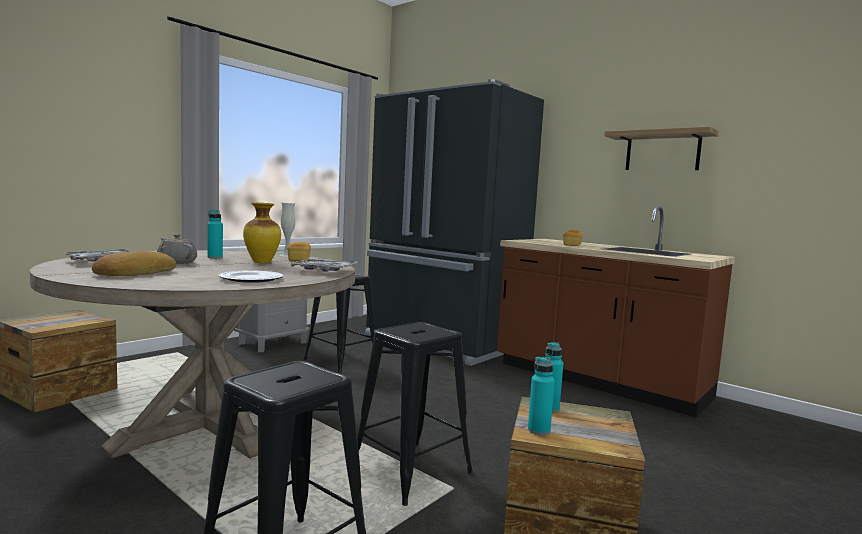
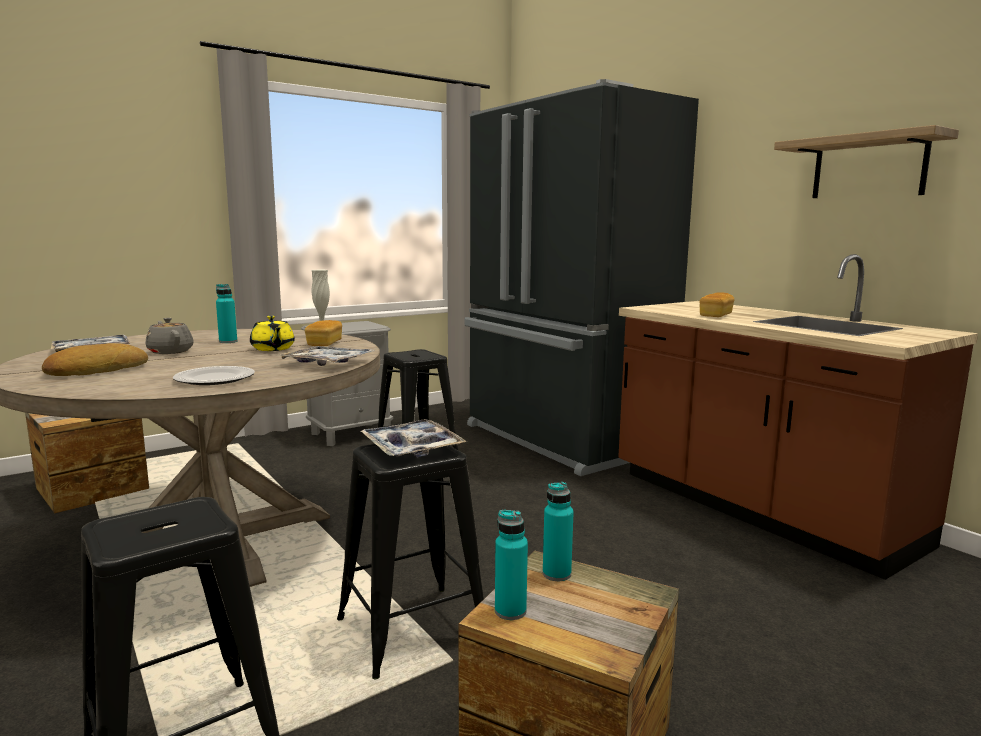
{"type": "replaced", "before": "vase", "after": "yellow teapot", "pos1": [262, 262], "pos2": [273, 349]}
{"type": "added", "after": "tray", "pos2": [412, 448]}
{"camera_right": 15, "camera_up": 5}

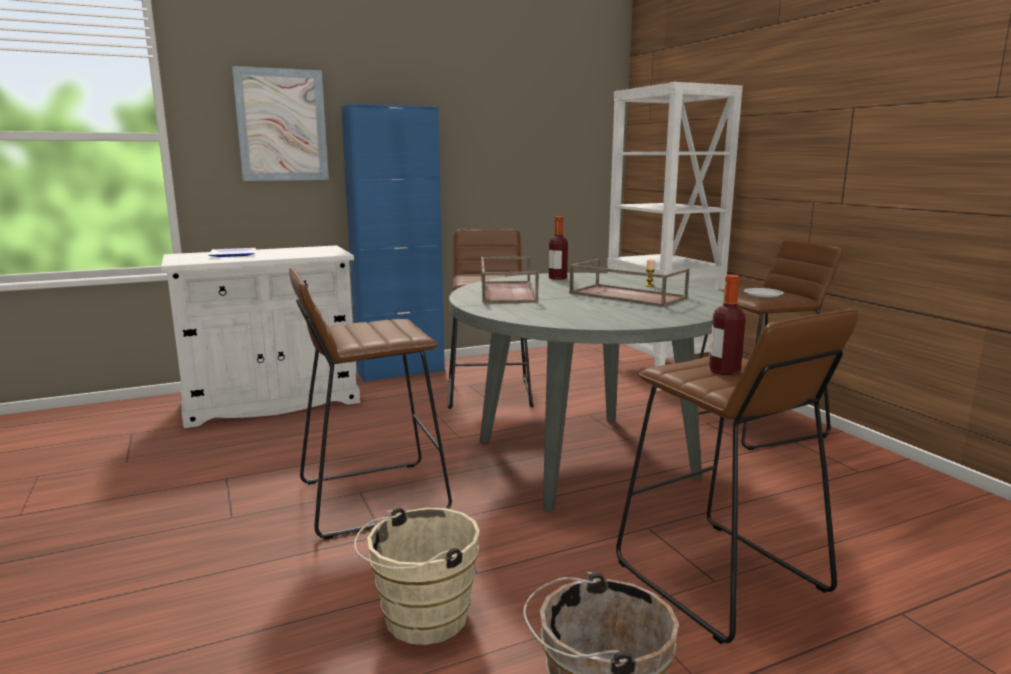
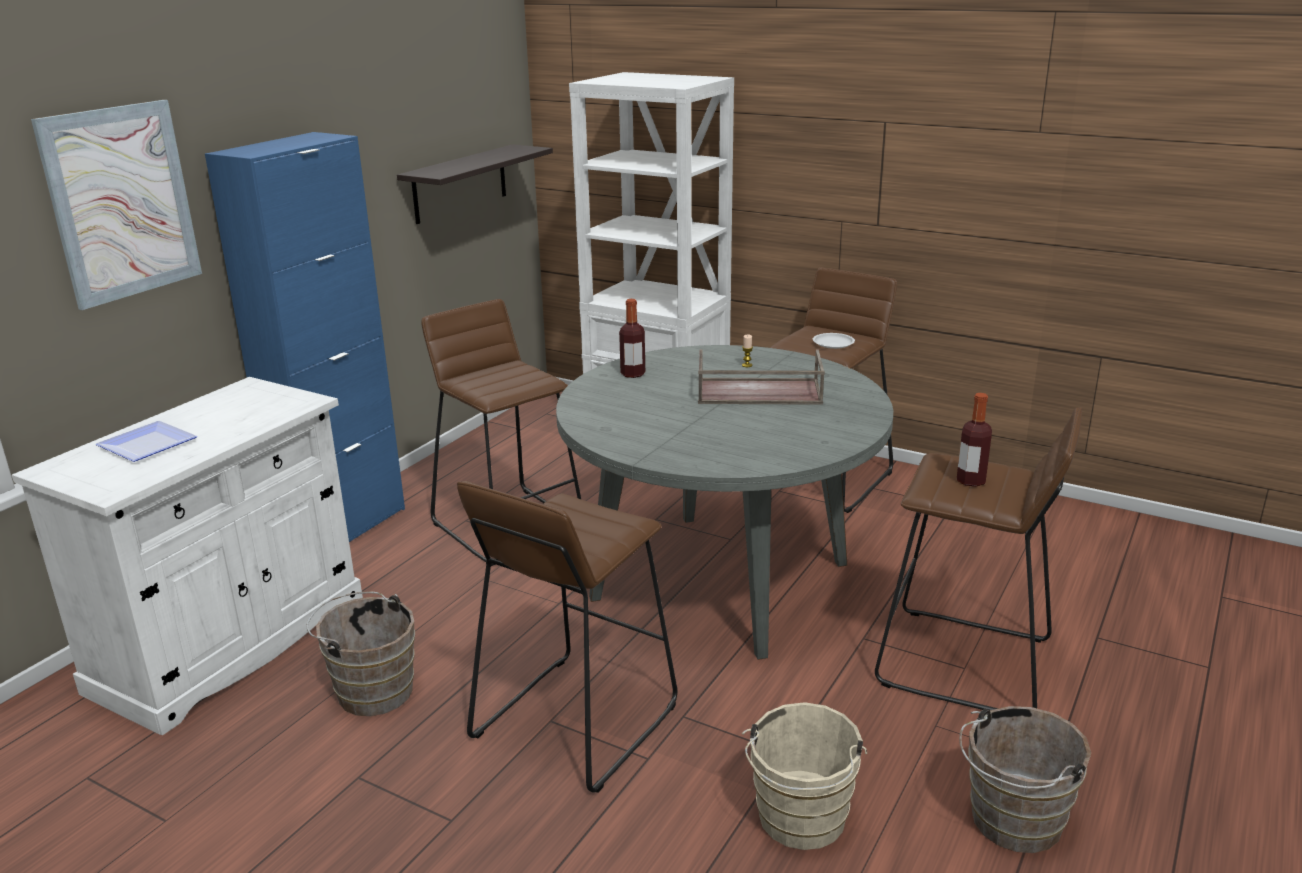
{"type": "removed", "before": "brown tray", "pos1": [506, 292]}
{"type": "added", "after": "brown bucket", "pos2": [371, 690]}
{"type": "added", "after": "shelf", "pos2": [460, 184]}
{"camera_right": -35, "camera_up": 10}

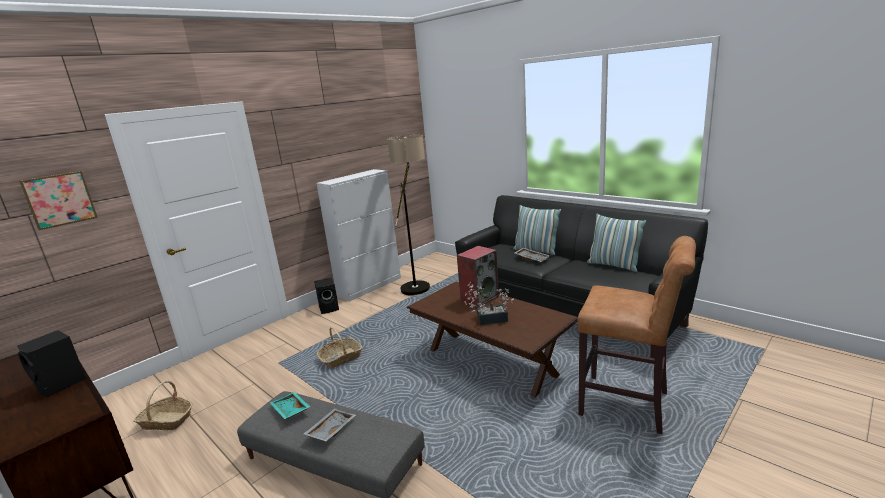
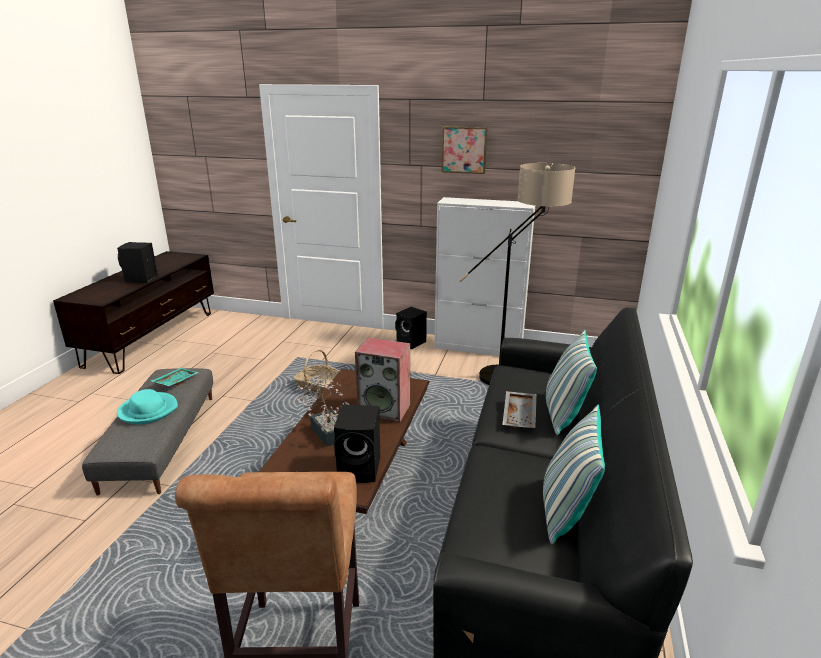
{"type": "moved", "before": "picture", "pos1": [59, 199], "pos2": [464, 149]}
{"type": "removed", "before": "basket", "pos1": [167, 421]}
{"type": "replaced", "before": "grey tray", "after": "turquoise hat", "pos1": [330, 430], "pos2": [148, 410]}
{"type": "added", "after": "black speaker", "pos2": [361, 468]}
{"camera_right": 60, "camera_up": 5}

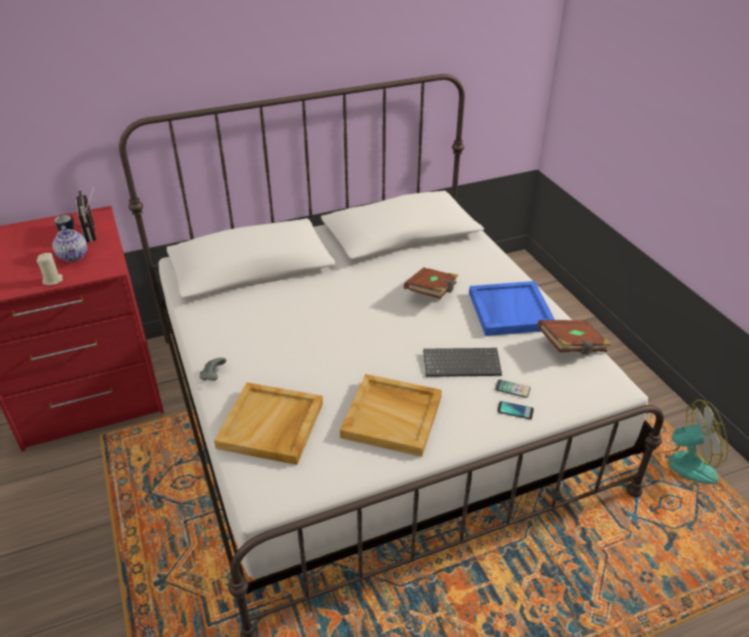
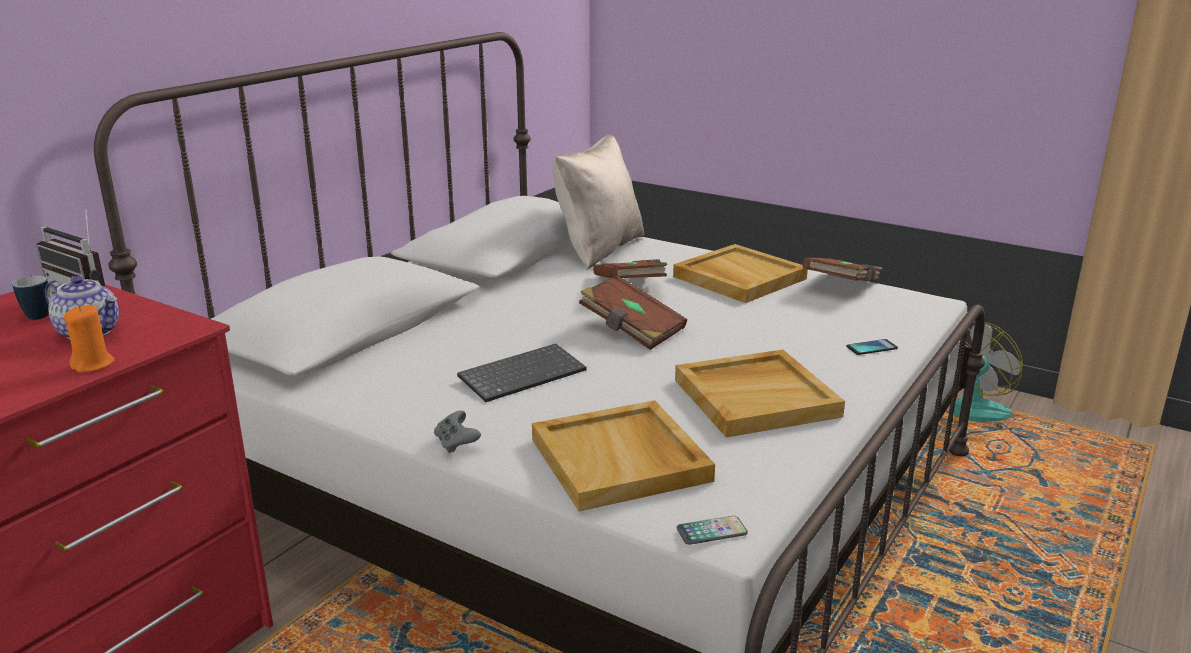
{"type": "recoloured", "before": "beige candle", "after": "orange candle", "pos1": [53, 280], "pos2": [93, 365]}
{"type": "moved", "before": "keyboard", "pos1": [462, 363], "pos2": [522, 374]}
{"type": "recoloured", "before": "blue tray", "after": "beige tray", "pos1": [509, 310], "pos2": [738, 278]}
{"type": "moved", "before": "phone", "pos1": [512, 389], "pos2": [711, 531]}
{"type": "added", "after": "beige pillow", "pos2": [598, 249]}
{"type": "added", "after": "brown book", "pos2": [631, 330]}
{"camera_right": -35, "camera_up": -15}

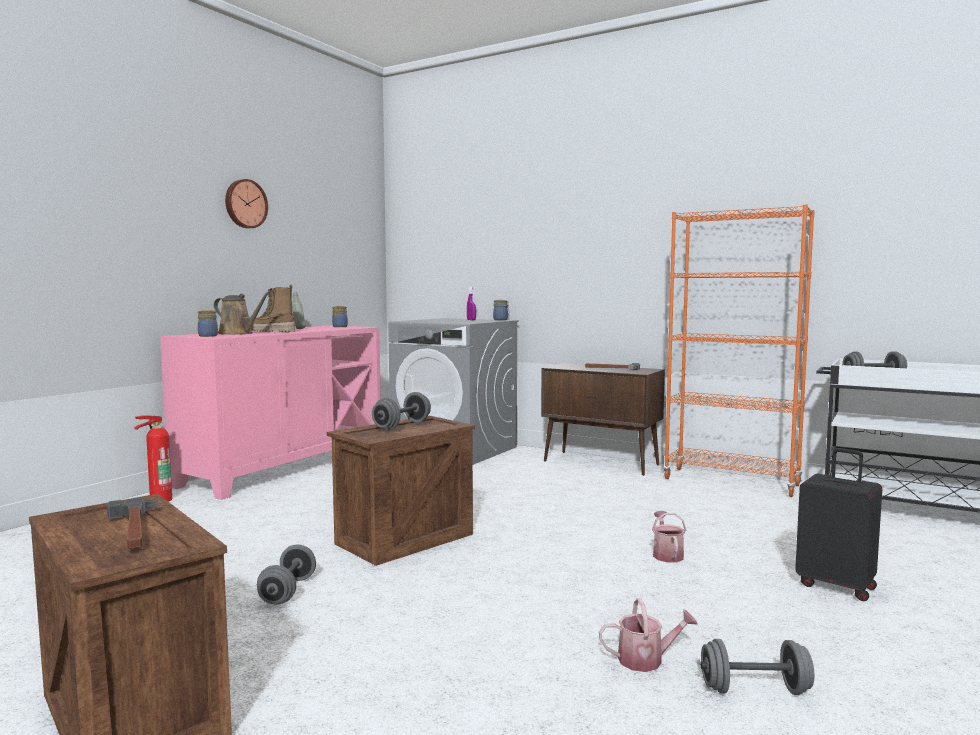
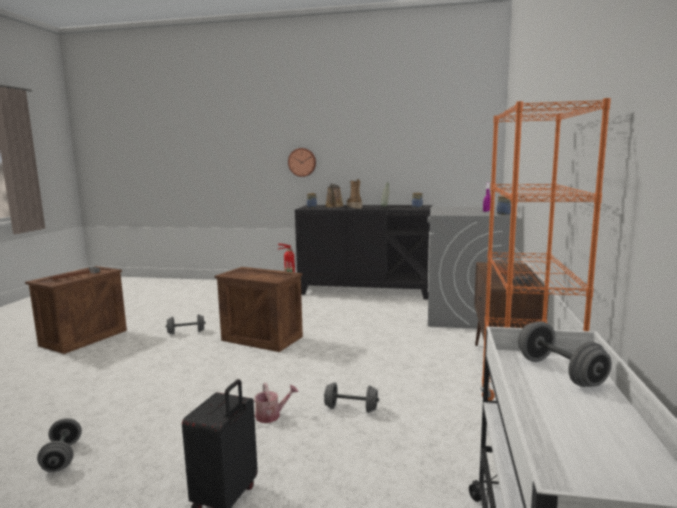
{"type": "recoloured", "before": "pink cabinet", "after": "black cabinet", "pos1": [285, 467], "pos2": [365, 290]}
{"type": "moved", "before": "wall clock", "pos1": [245, 204], "pos2": [302, 162]}
{"type": "moved", "before": "grey dumbbell", "pos1": [402, 426], "pos2": [351, 409]}
{"type": "removed", "before": "watering can", "pos1": [646, 660]}
{"camera_right": 70, "camera_up": 5}

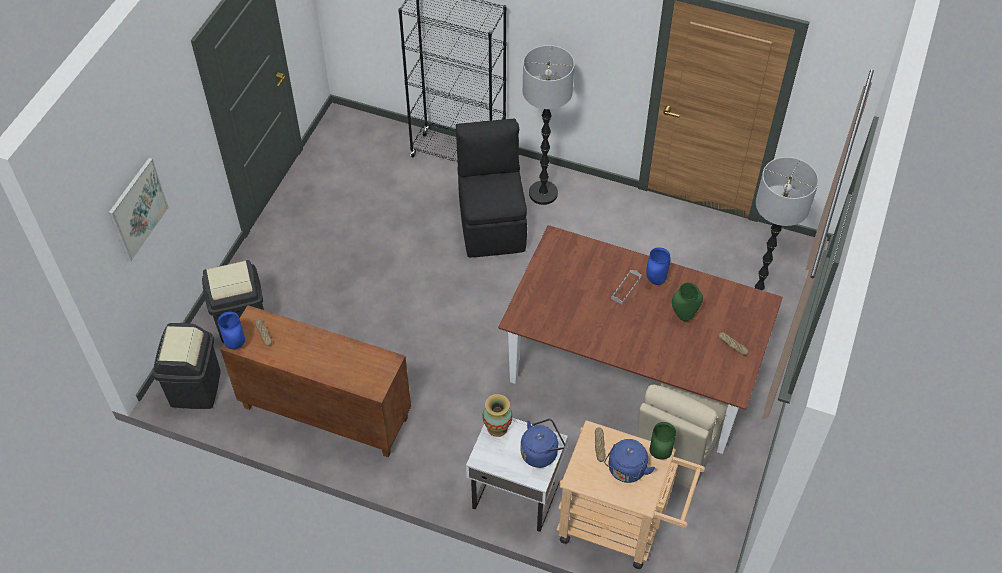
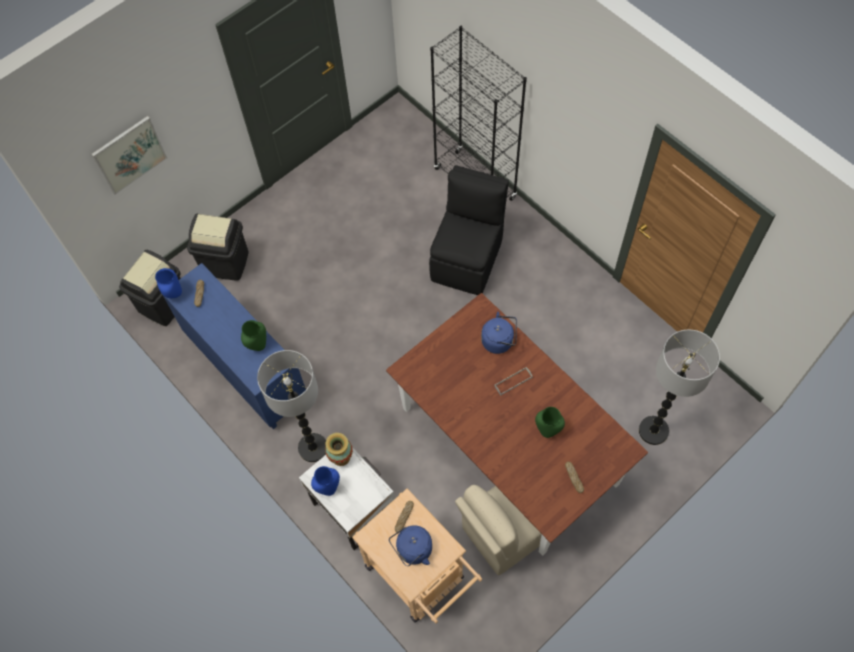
{"type": "recoloured", "before": "brown cabinet", "after": "blue cabinet", "pos1": [324, 413], "pos2": [245, 369]}
{"type": "moved", "before": "blue kettle", "pos1": [541, 452], "pos2": [499, 341]}
{"type": "moved", "before": "floor lamp", "pos1": [543, 193], "pos2": [312, 448]}
{"type": "moved", "before": "blue vase", "pos1": [656, 281], "pos2": [328, 489]}
{"type": "moved", "before": "green vase", "pos1": [659, 454], "pos2": [257, 345]}
{"camera_right": 30, "camera_up": 10}

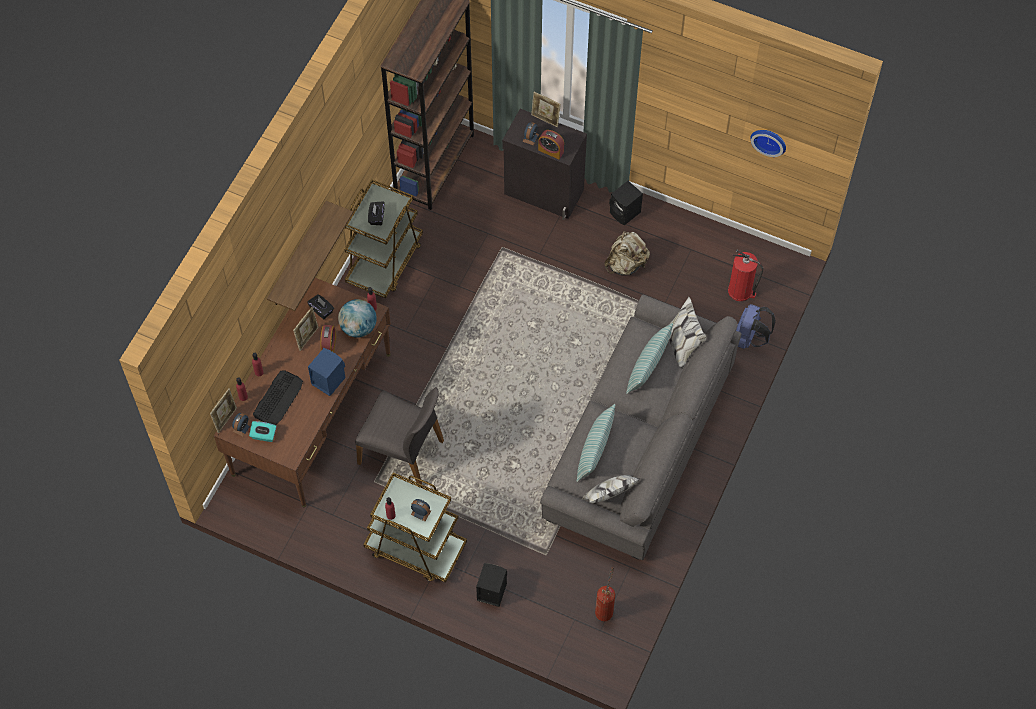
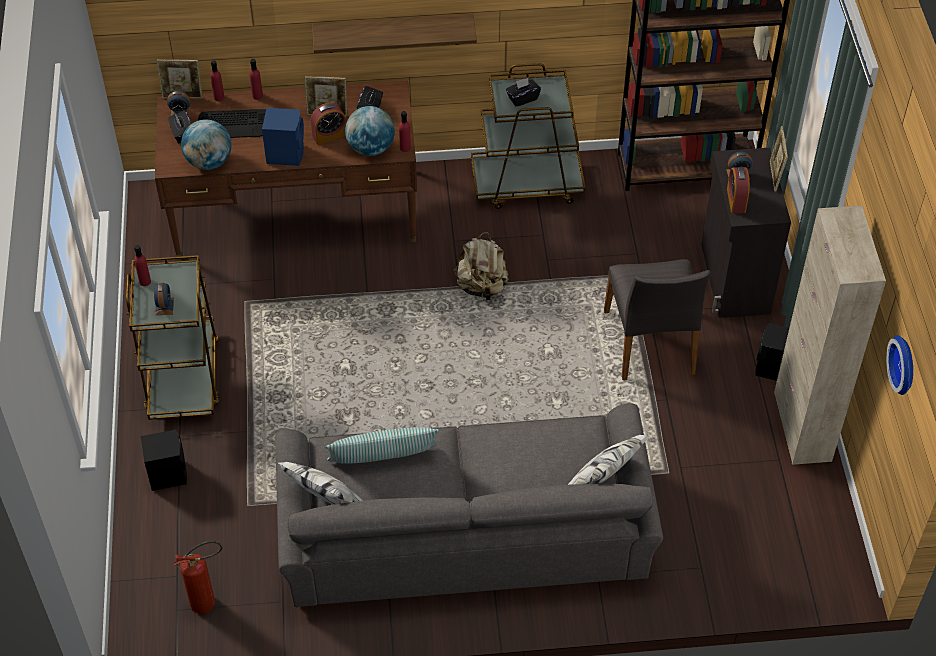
{"type": "recoloured", "before": "turquoise tissue box", "after": "black tissue box", "pos1": [263, 435], "pos2": [182, 134]}
{"type": "moved", "before": "grey chair", "pos1": [402, 451], "pos2": [651, 343]}
{"type": "moved", "before": "beige backpack", "pos1": [626, 264], "pos2": [482, 286]}
{"type": "removed", "before": "pillow", "pos1": [648, 366]}
{"type": "removed", "before": "fire extinguisher", "pos1": [740, 291]}
{"type": "removed", "before": "blue backpack", "pos1": [749, 338]}
{"type": "added", "after": "globe", "pos2": [209, 162]}
{"type": "added", "after": "beige cabinet", "pos2": [802, 426]}
{"camera_right": 60, "camera_up": -10}

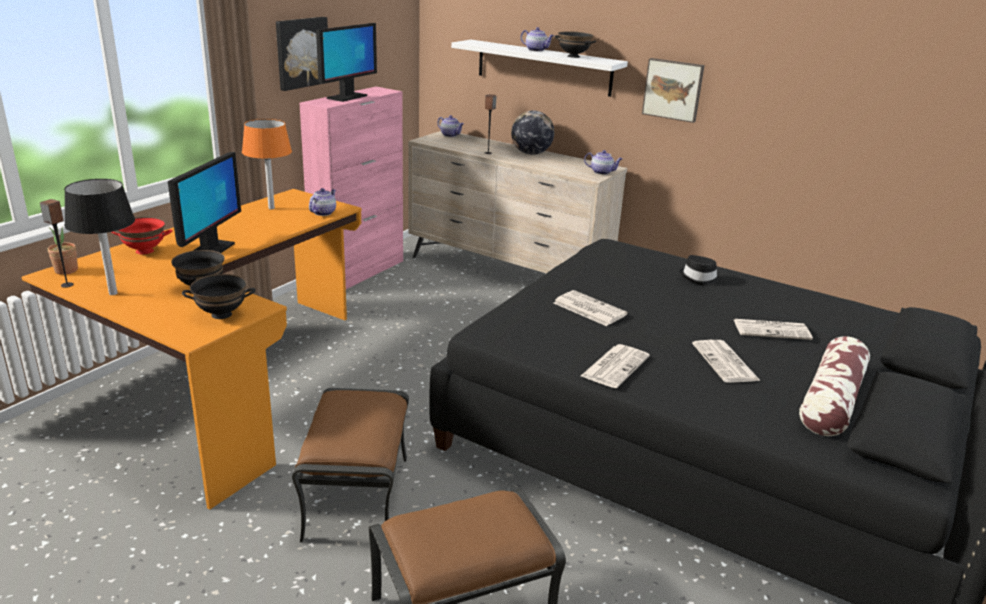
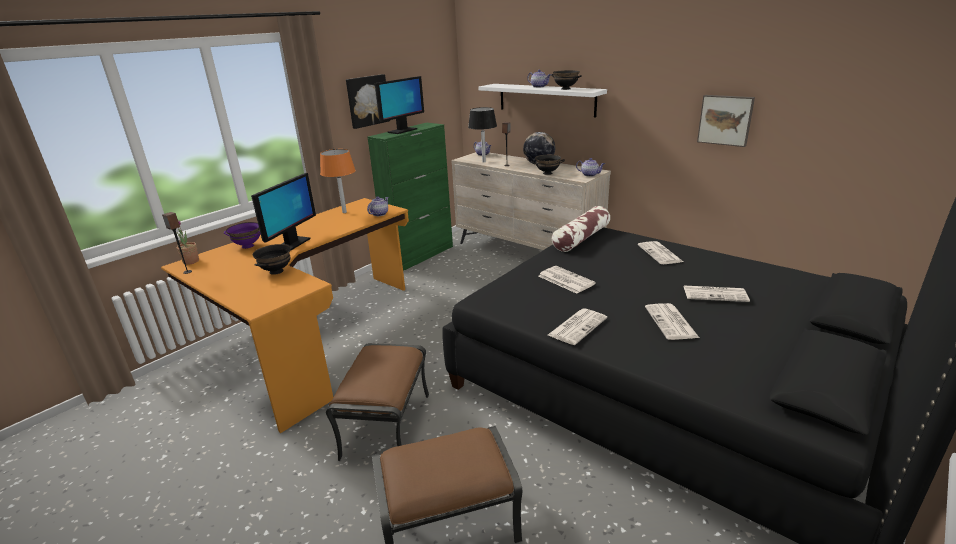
{"type": "moved", "before": "black table lamp", "pos1": [113, 293], "pos2": [484, 162]}
{"type": "recoloured", "before": "red bowl", "after": "purple bowl", "pos1": [144, 251], "pos2": [247, 246]}
{"type": "moved", "before": "black bowl", "pos1": [221, 315], "pos2": [547, 173]}
{"type": "recoloured", "before": "pink cabinet", "after": "green cabinet", "pos1": [359, 272], "pos2": [420, 256]}
{"type": "moved", "before": "picture", "pos1": [673, 89], "pos2": [725, 120]}
{"type": "replaced", "before": "black hat", "after": "newspaper", "pos1": [700, 279], "pos2": [660, 254]}
{"type": "moved", "before": "pillow", "pos1": [831, 400], "pos2": [581, 238]}
{"camera_right": 10, "camera_up": 0}

